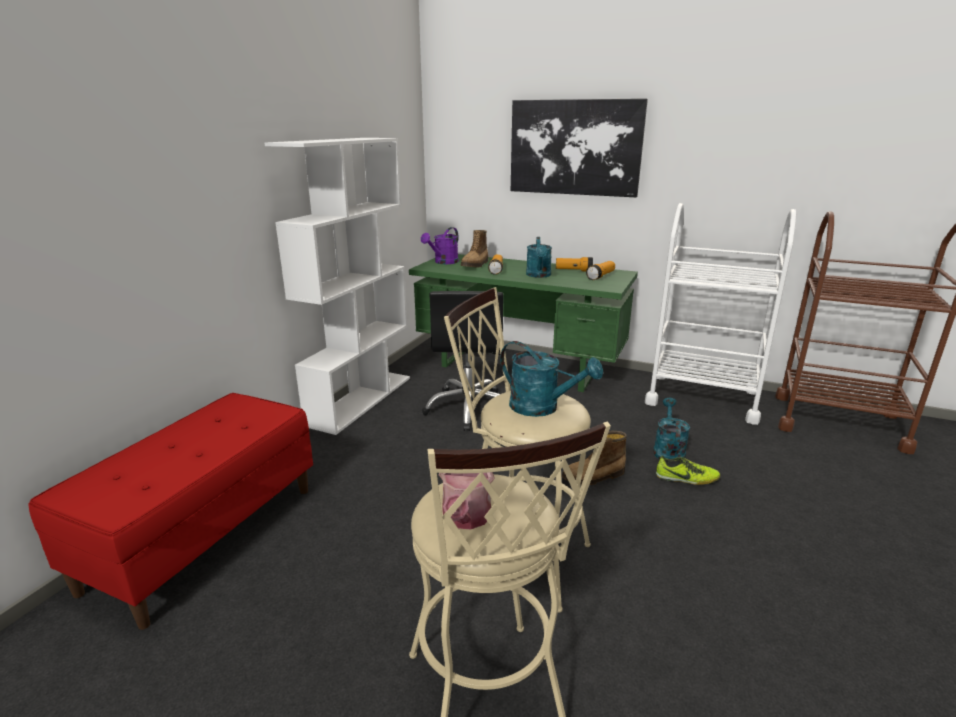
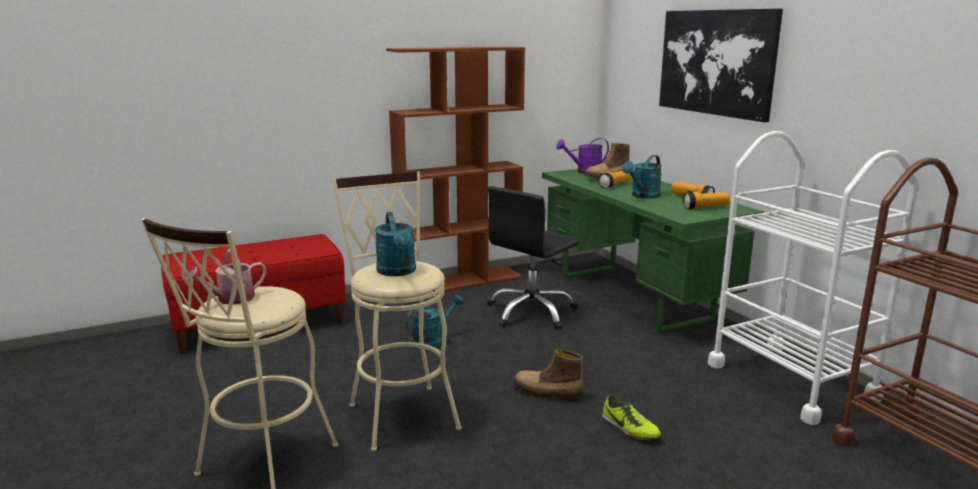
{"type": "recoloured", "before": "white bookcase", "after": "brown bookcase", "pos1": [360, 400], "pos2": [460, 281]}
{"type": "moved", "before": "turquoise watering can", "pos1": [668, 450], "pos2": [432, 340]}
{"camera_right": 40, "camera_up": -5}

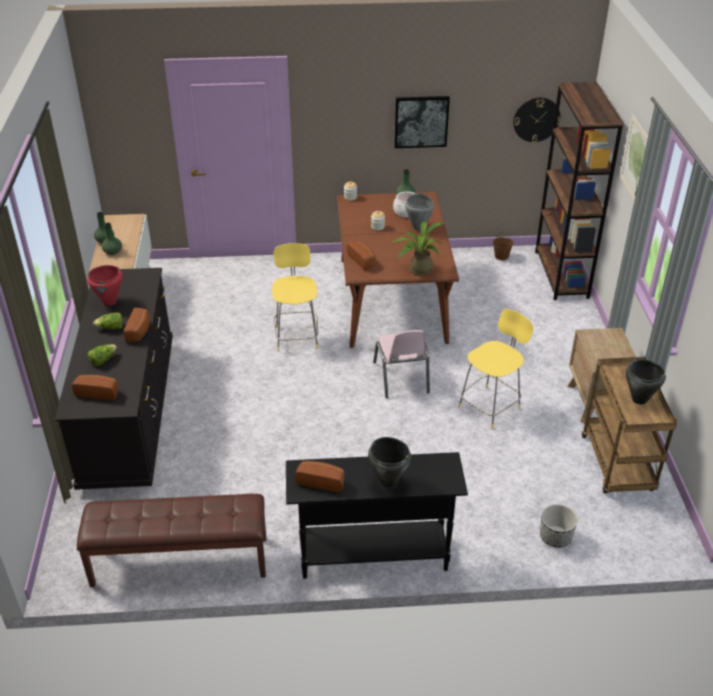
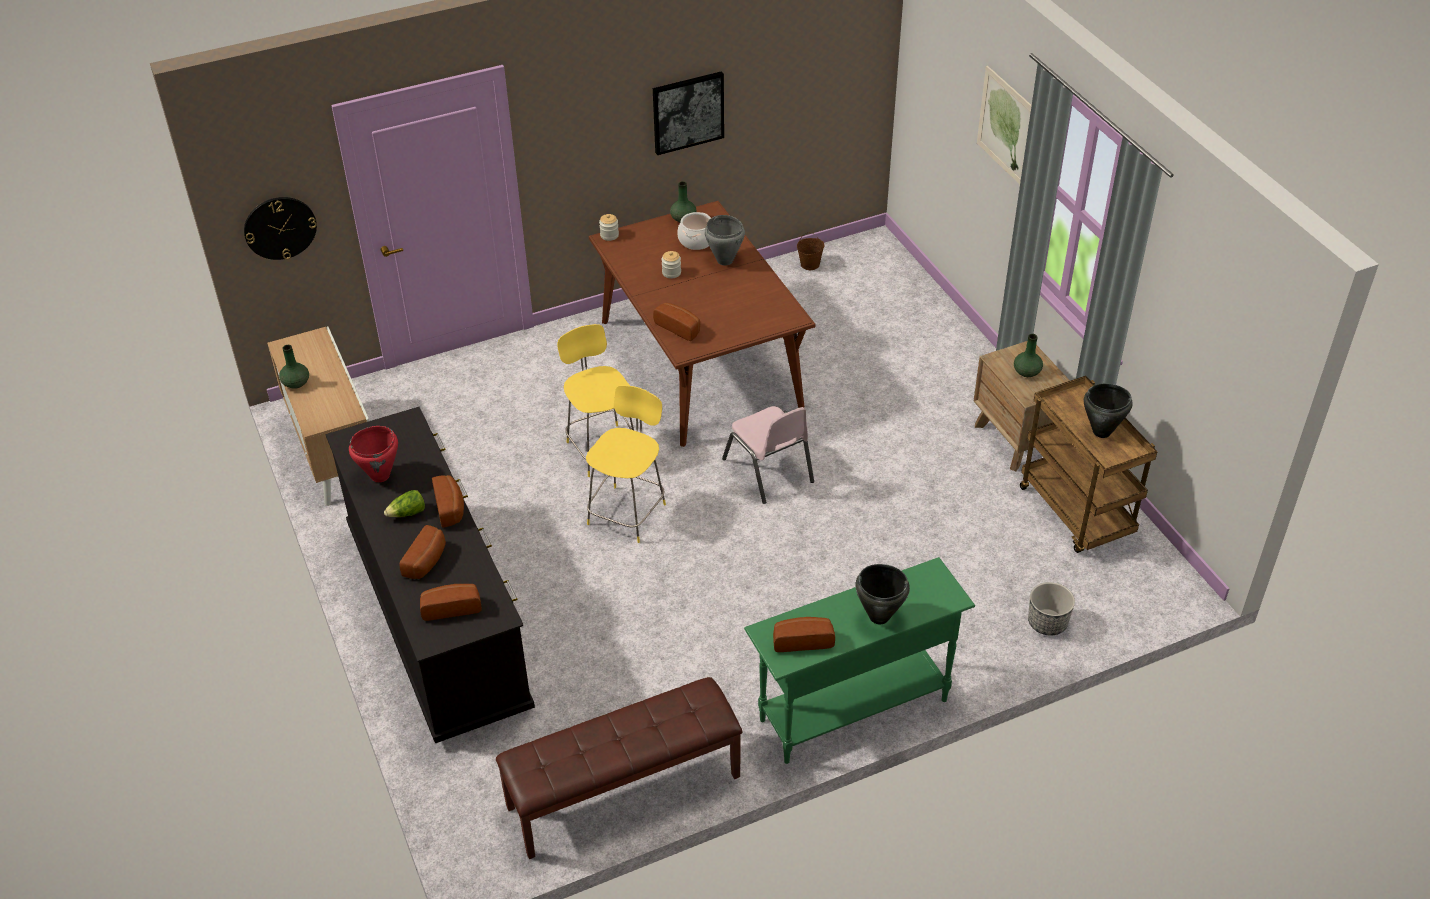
{"type": "replaced", "before": "lettuce", "after": "bread", "pos1": [103, 360], "pos2": [427, 561]}
{"type": "moved", "before": "green vase", "pos1": [113, 251], "pos2": [1026, 372]}
{"type": "recoloured", "before": "black console table", "after": "green console table", "pos1": [373, 555], "pos2": [852, 710]}
{"type": "removed", "before": "potted plant", "pos1": [418, 269]}
{"type": "moved", "before": "yellow stool", "pos1": [491, 406], "pos2": [628, 512]}
{"type": "moved", "before": "wall clock", "pos1": [536, 119], "pos2": [280, 227]}
{"type": "removed", "before": "brown bookcase", "pos1": [561, 274]}
{"camera_right": -20, "camera_up": 5}

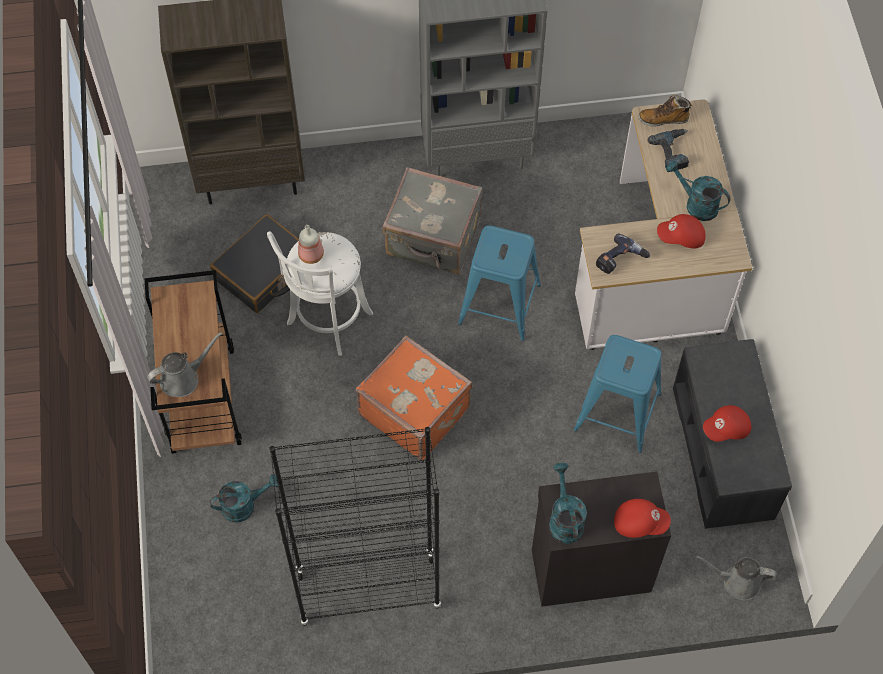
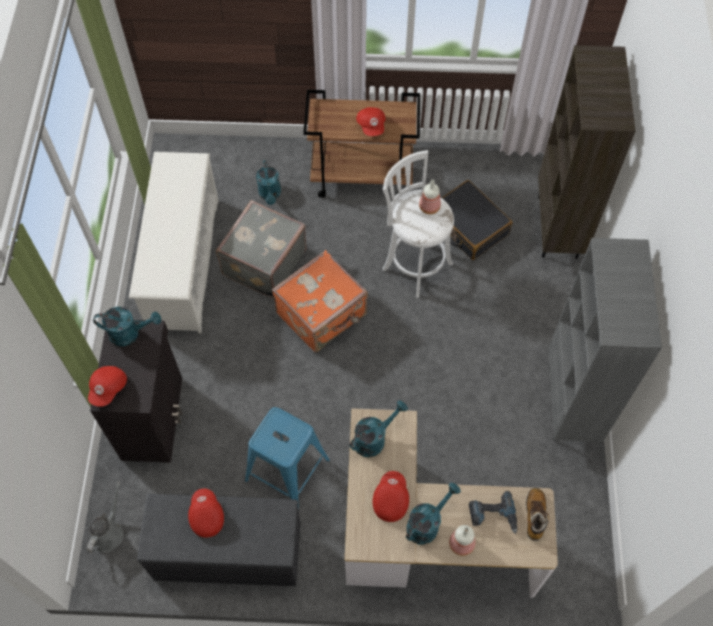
{"type": "removed", "before": "grey watering can", "pos1": [183, 378]}
{"type": "replaced", "before": "black bookcase", "after": "white shoe rack", "pos1": [368, 590], "pos2": [183, 262]}
{"type": "moved", "before": "grey suitcase", "pos1": [433, 239], "pos2": [263, 262]}
{"type": "removed", "before": "blue stool", "pos1": [500, 304]}
{"type": "replaced", "before": "power drill", "after": "turquoise watering can", "pos1": [621, 261], "pos2": [374, 438]}
{"type": "added", "after": "red cap", "pos2": [372, 126]}
{"type": "added", "after": "bottle", "pos2": [462, 543]}
{"camera_right": 100, "camera_up": 0}

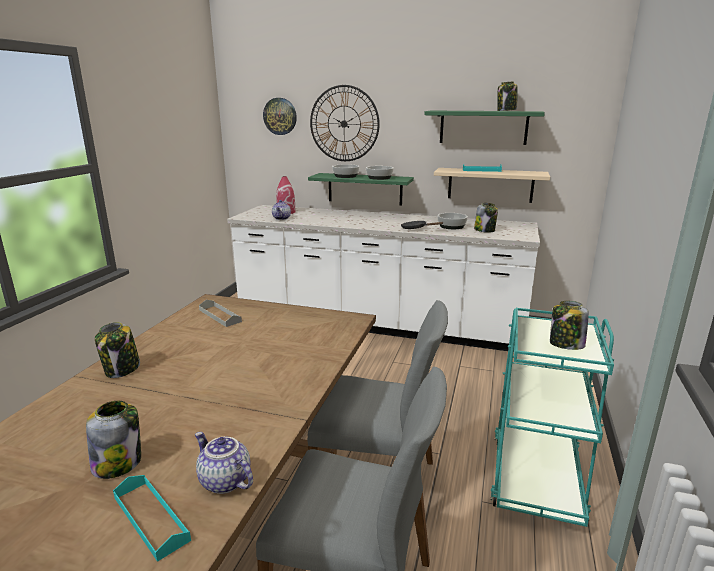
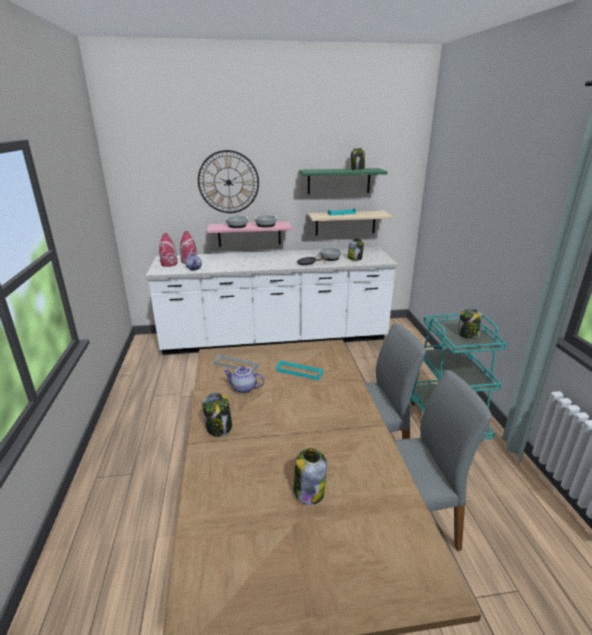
{"type": "moved", "before": "turquoise tray", "pos1": [151, 518], "pos2": [299, 372]}
{"type": "moved", "before": "teapot", "pos1": [224, 481], "pos2": [243, 388]}
{"type": "removed", "before": "wall clock", "pos1": [280, 116]}
{"type": "recoloured", "before": "green shelf", "after": "pink shelf", "pos1": [365, 189], "pos2": [249, 234]}
{"type": "added", "after": "red vase", "pos2": [169, 264]}
{"camera_right": -25, "camera_up": 5}

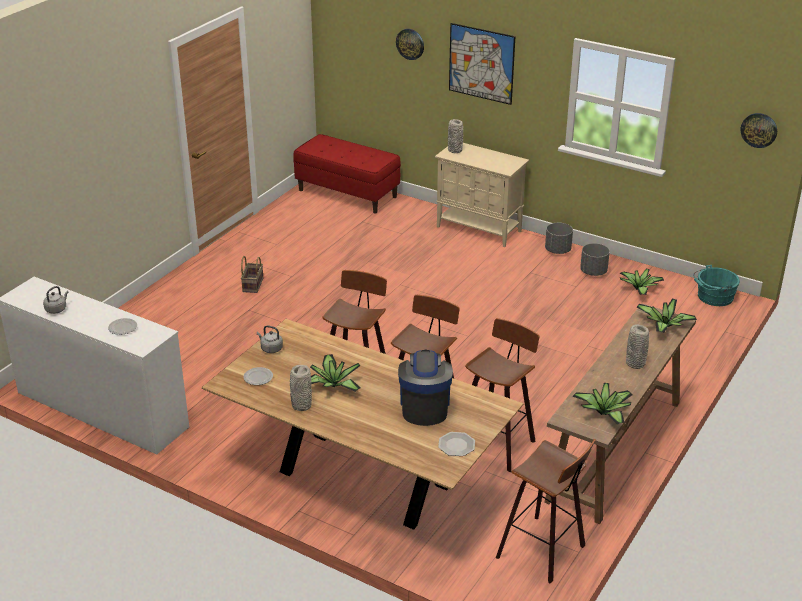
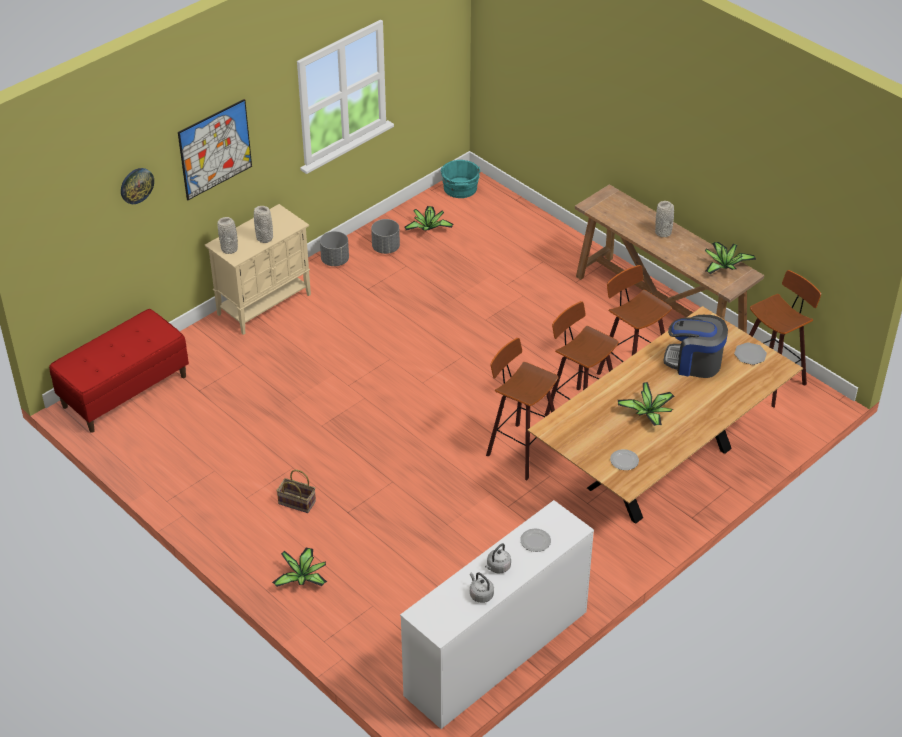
{"type": "moved", "before": "grey kettle", "pos1": [270, 349], "pos2": [497, 567]}
{"type": "moved", "before": "grey vase", "pos1": [301, 405], "pos2": [265, 238]}
{"type": "moved", "before": "potted plant", "pos1": [664, 326], "pos2": [303, 577]}
{"type": "removed", "before": "wall clock", "pos1": [759, 130]}
{"camera_right": -75, "camera_up": 10}

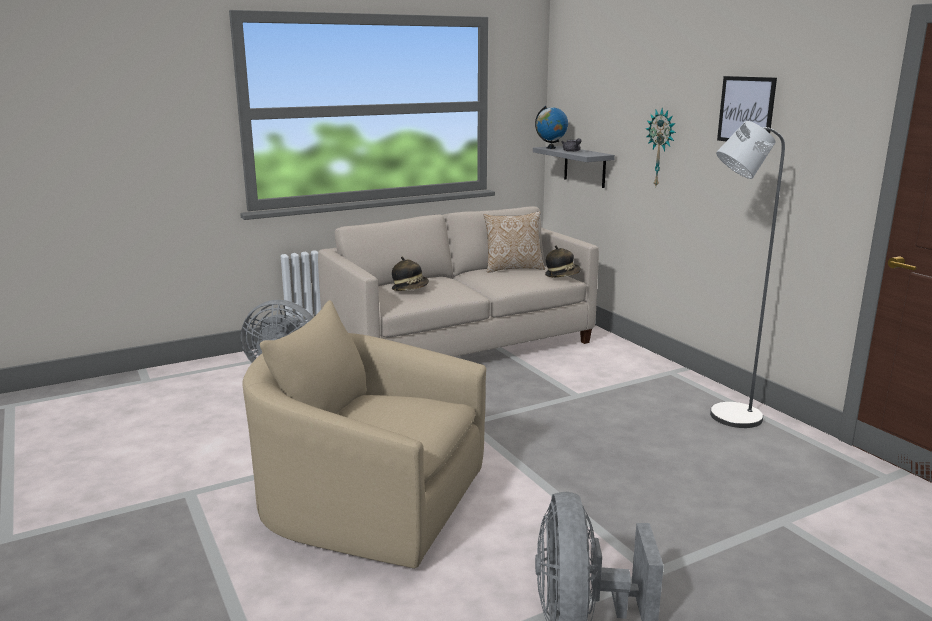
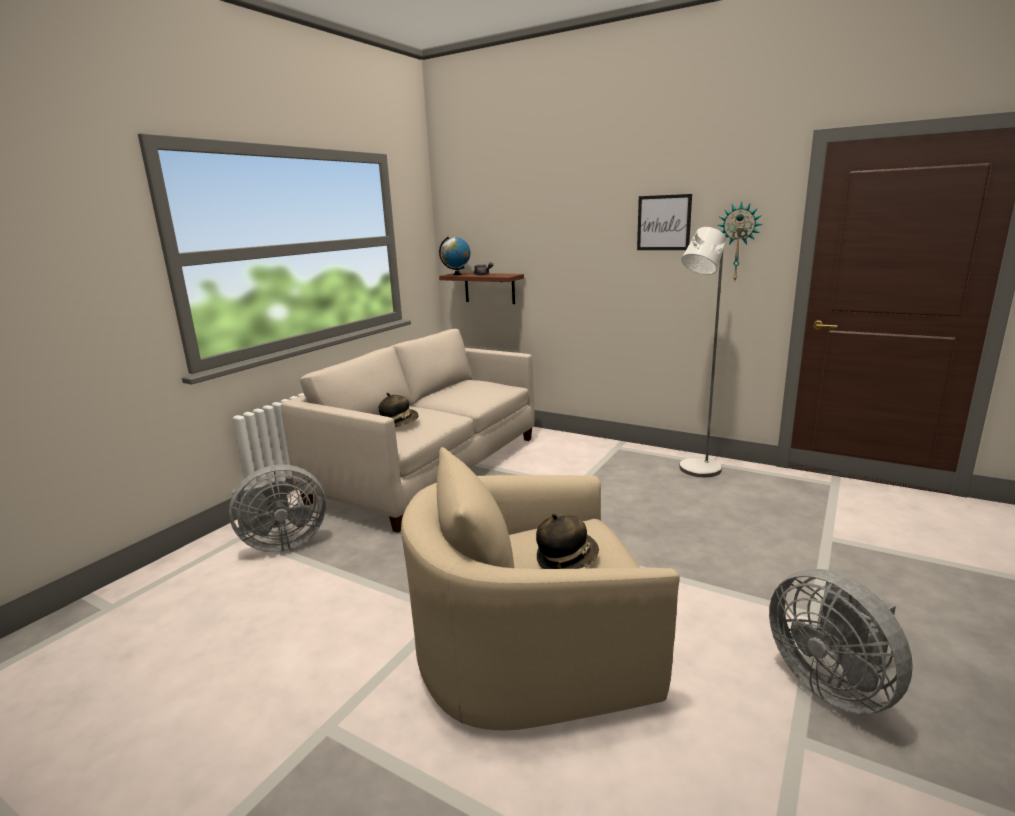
{"type": "removed", "before": "pillow", "pos1": [513, 268]}
{"type": "recoloured", "before": "grey shelf", "after": "brown shelf", "pos1": [584, 166], "pos2": [489, 288]}
{"type": "moved", "before": "hat", "pos1": [562, 275], "pos2": [566, 559]}
{"type": "moved", "before": "wall clock", "pos1": [661, 148], "pos2": [738, 242]}
{"camera_right": -30, "camera_up": 0}

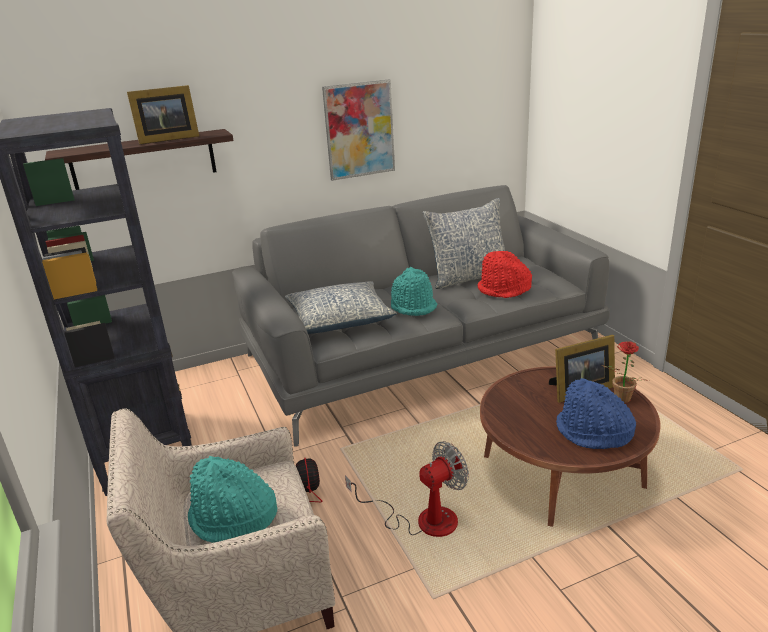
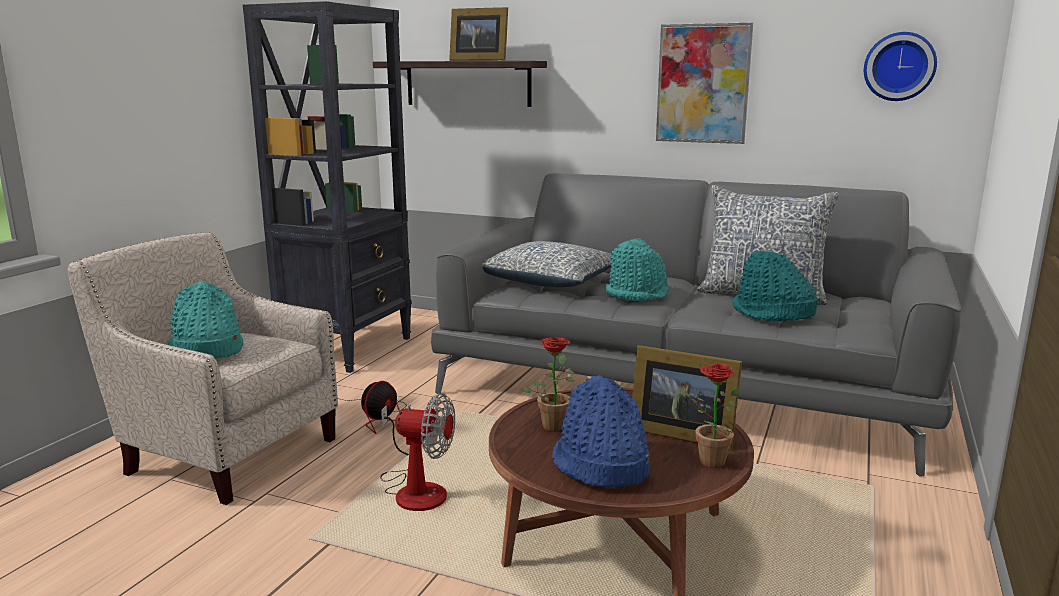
{"type": "recoloured", "before": "red hat", "after": "turquoise hat", "pos1": [504, 290], "pos2": [772, 313]}
{"type": "added", "after": "potted plant", "pos2": [553, 424]}
{"type": "added", "after": "wall clock", "pos2": [899, 66]}
{"camera_right": 45, "camera_up": -10}

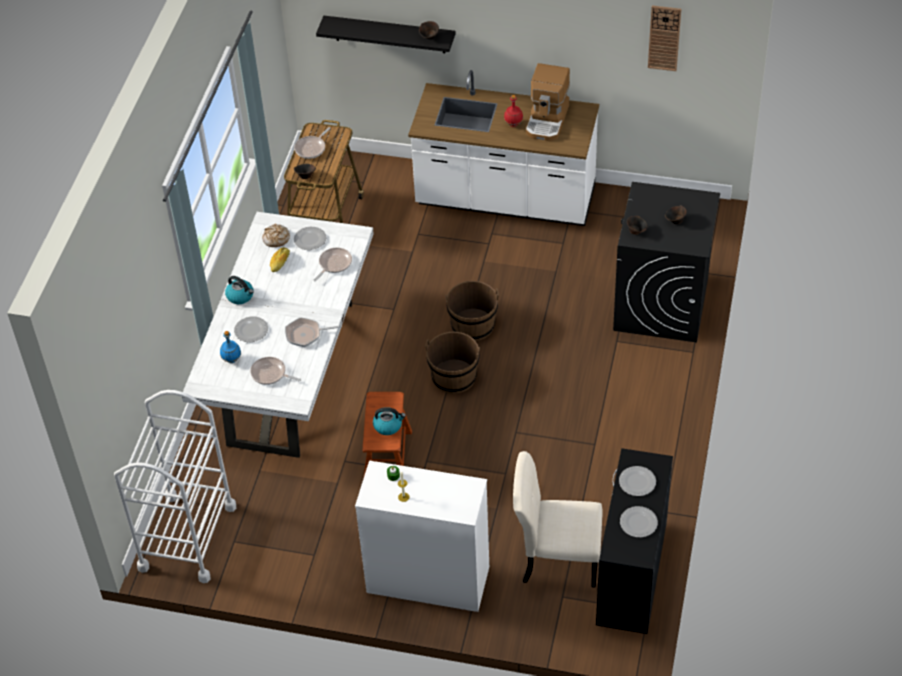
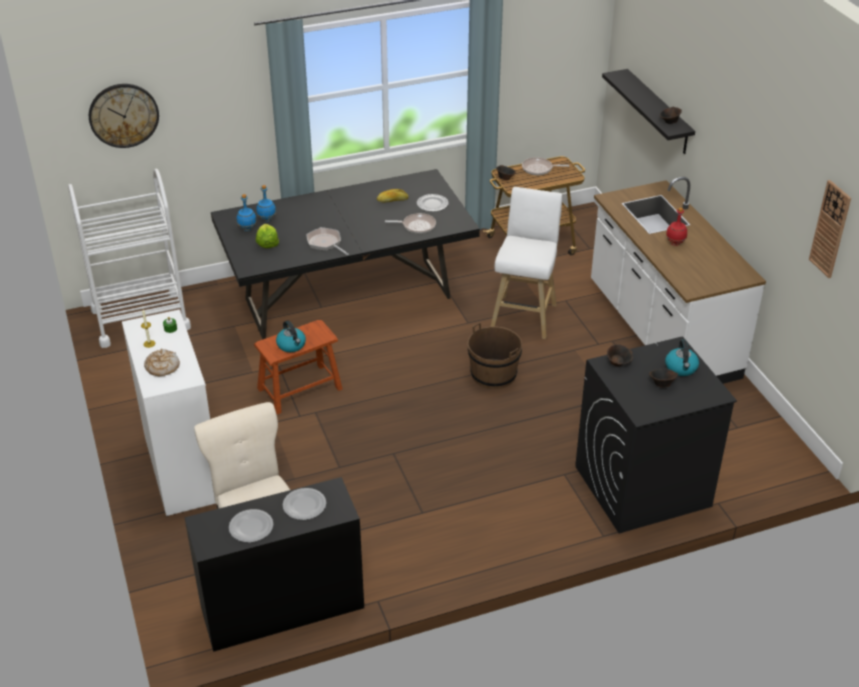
{"type": "recoloured", "before": "white dining table", "after": "black dining table", "pos1": [291, 374], "pos2": [347, 299]}
{"type": "moved", "before": "kettle", "pos1": [240, 296], "pos2": [681, 368]}
{"type": "removed", "before": "plate", "pos1": [250, 330]}
{"type": "replaced", "before": "frying pan", "after": "lettuce", "pos1": [270, 374], "pos2": [267, 243]}
{"type": "moved", "before": "bread", "pos1": [276, 239], "pos2": [162, 367]}
{"type": "removed", "before": "brown bucket", "pos1": [454, 377]}
{"type": "removed", "before": "coffee machine", "pos1": [548, 120]}
{"type": "added", "after": "wall clock", "pos2": [123, 115]}
{"type": "added", "after": "blue bottle", "pos2": [247, 229]}
{"type": "added", "after": "white stool", "pos2": [524, 315]}
{"camera_right": 55, "camera_up": -10}

